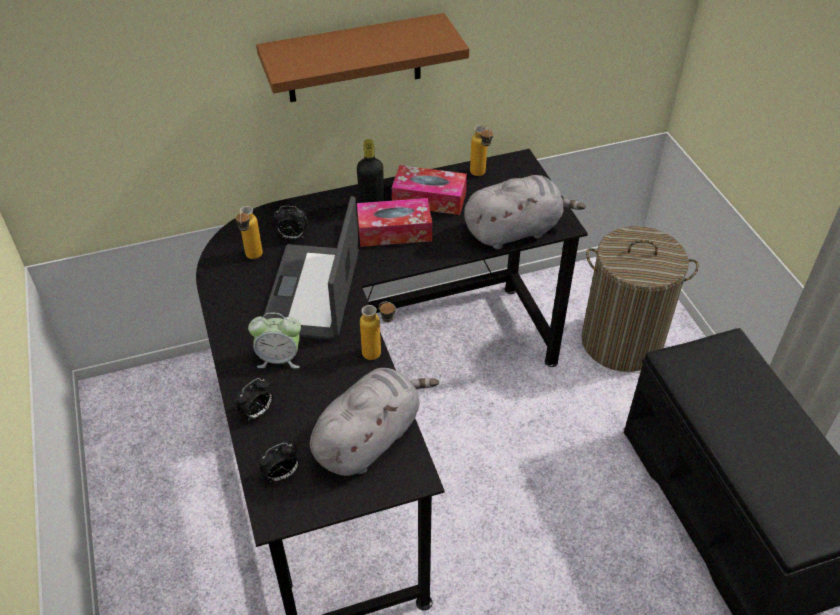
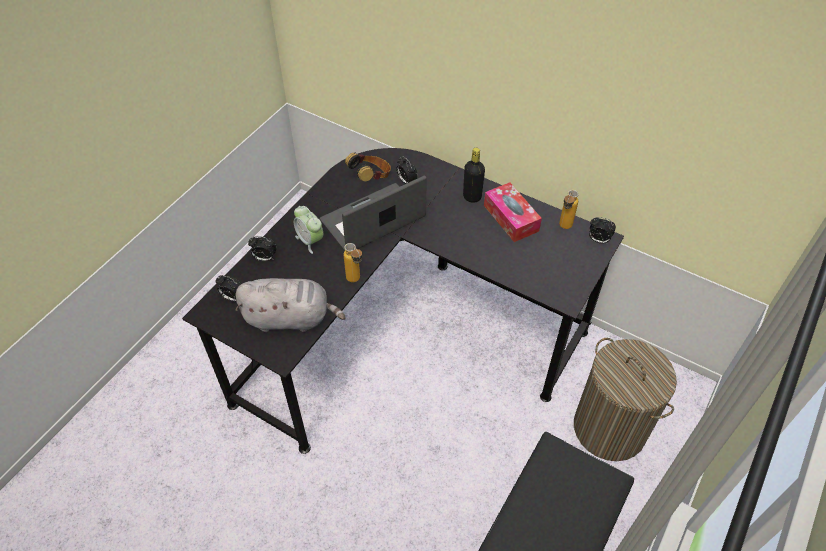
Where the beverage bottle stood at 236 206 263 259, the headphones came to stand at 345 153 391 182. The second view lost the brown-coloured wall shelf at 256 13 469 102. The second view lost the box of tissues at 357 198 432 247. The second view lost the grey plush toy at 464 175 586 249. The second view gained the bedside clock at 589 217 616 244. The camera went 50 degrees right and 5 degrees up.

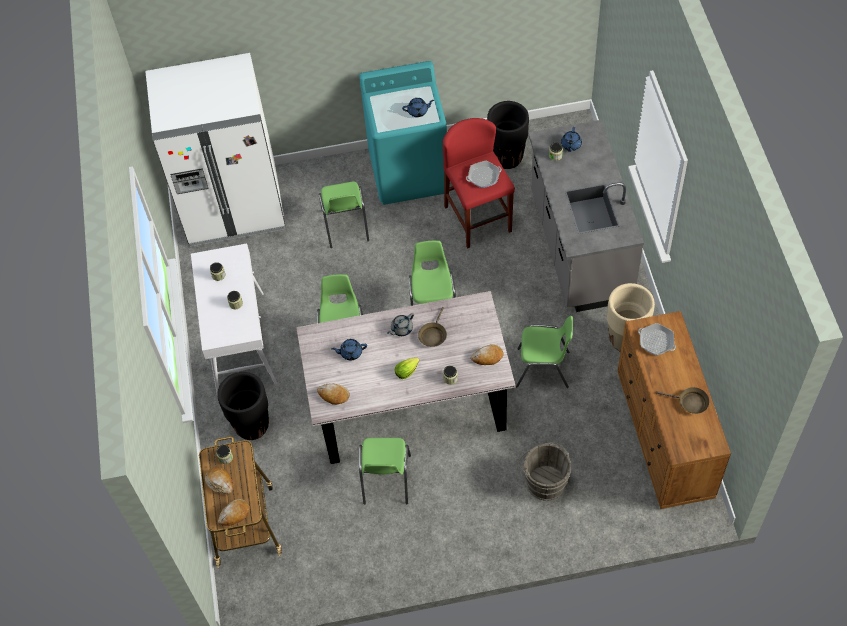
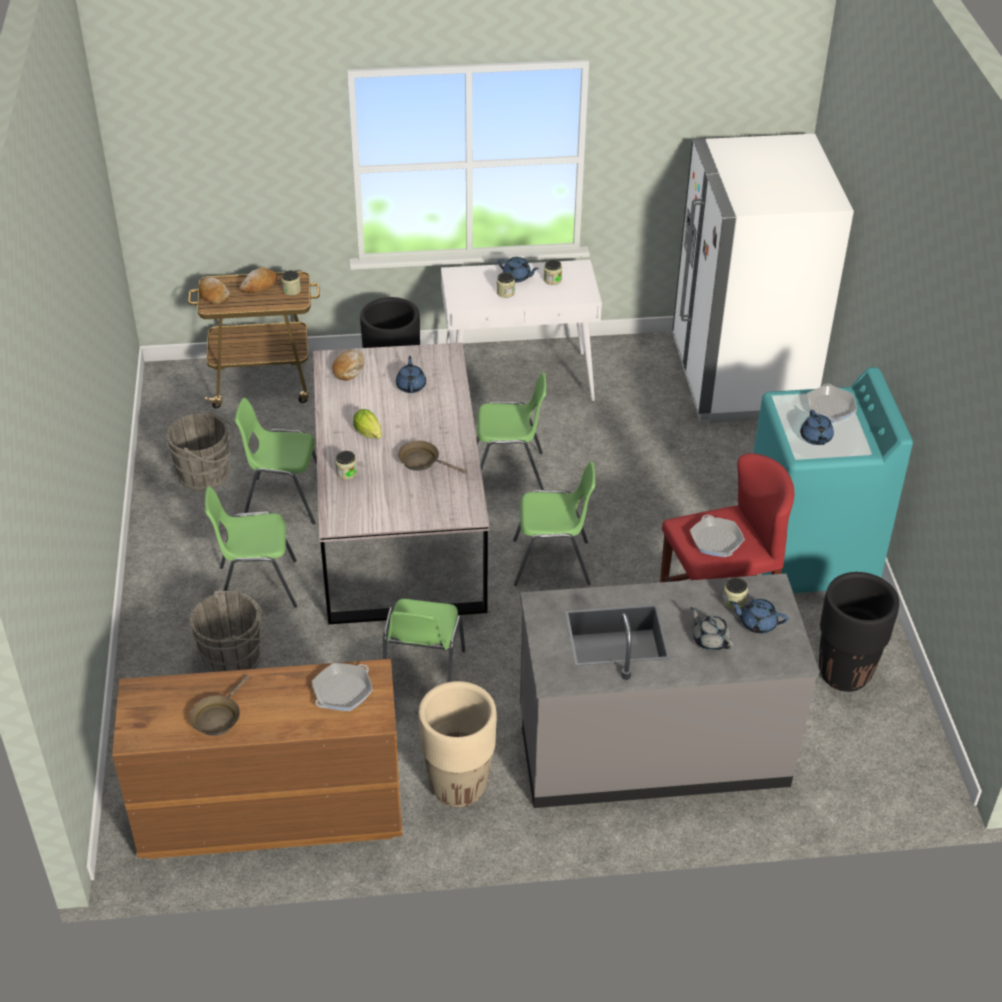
The green chair ended up elsewhere, having gone from 319 181 369 248 to 205 486 297 608. The grey teapot ended up elsewhere, having gone from 387 313 414 336 to 691 607 734 651. The second view lost the bread at 470 344 504 365. The second view gained the grey bucket at 166 411 236 491. The second view gained the bluish teapot at 498 257 539 282. The second view gained the pan at 807 384 857 423. The camera went 90 degrees right and 15 degrees down.

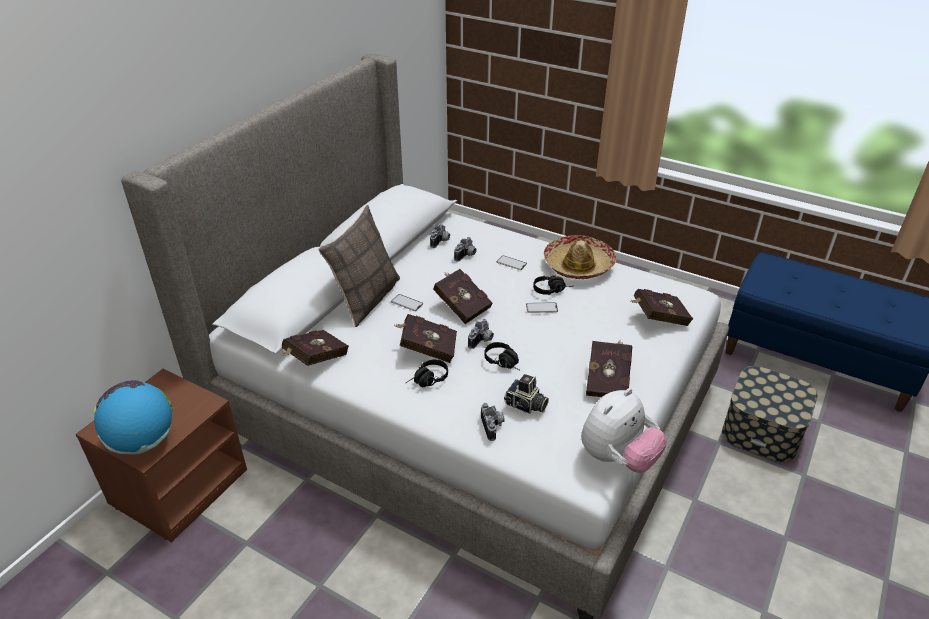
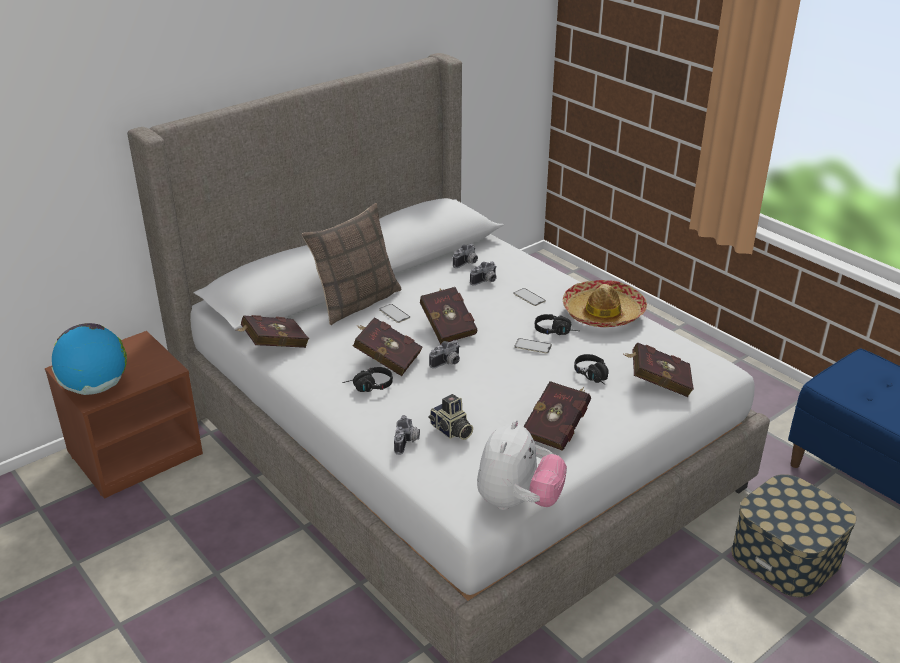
The black-coloured headphones ended up elsewhere, having gone from 484 342 519 370 to 574 354 609 385. The plush toy at 581 388 667 473 ended up facing another way, 45 degrees counterclockwise from before. The camera went 20 degrees right and 5 degrees down.

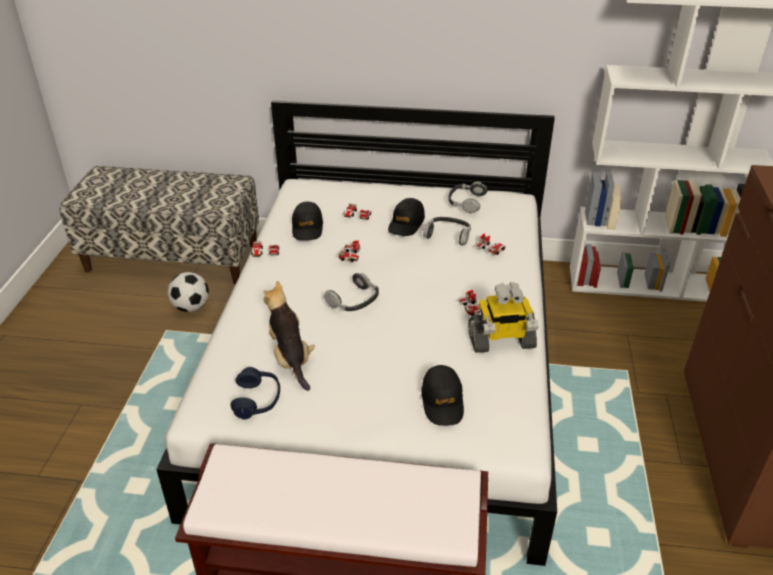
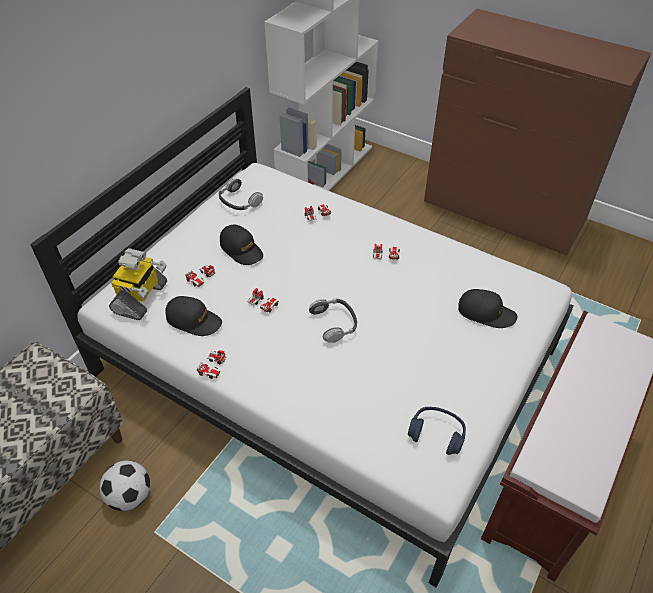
The second view lost the plush toy at 263 281 315 391. The second view lost the headphones at 423 217 471 245. The toy robot ended up elsewhere, having gone from 468 282 539 353 to 109 248 167 320. The camera went 65 degrees left and 10 degrees up.

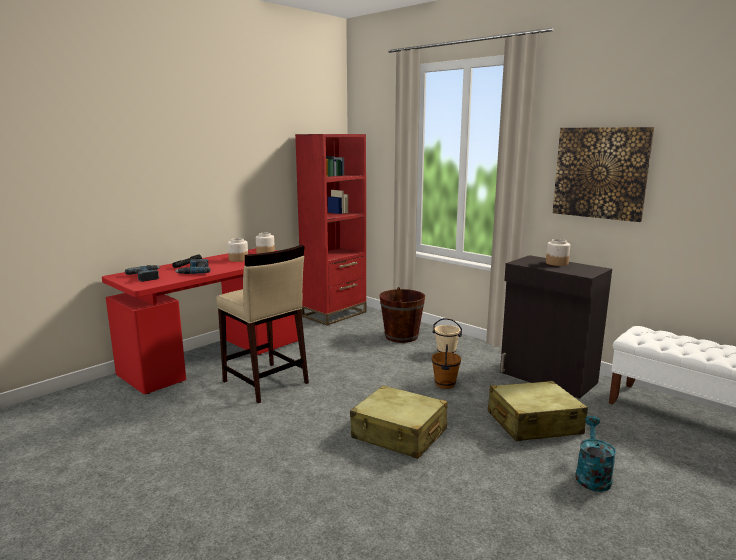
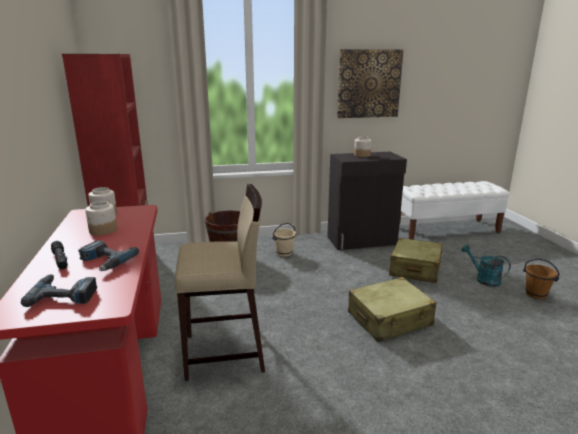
The brown-coloured bucket ended up elsewhere, having gone from 432 344 461 389 to 523 258 560 299. The camera went 55 degrees left and 5 degrees up.

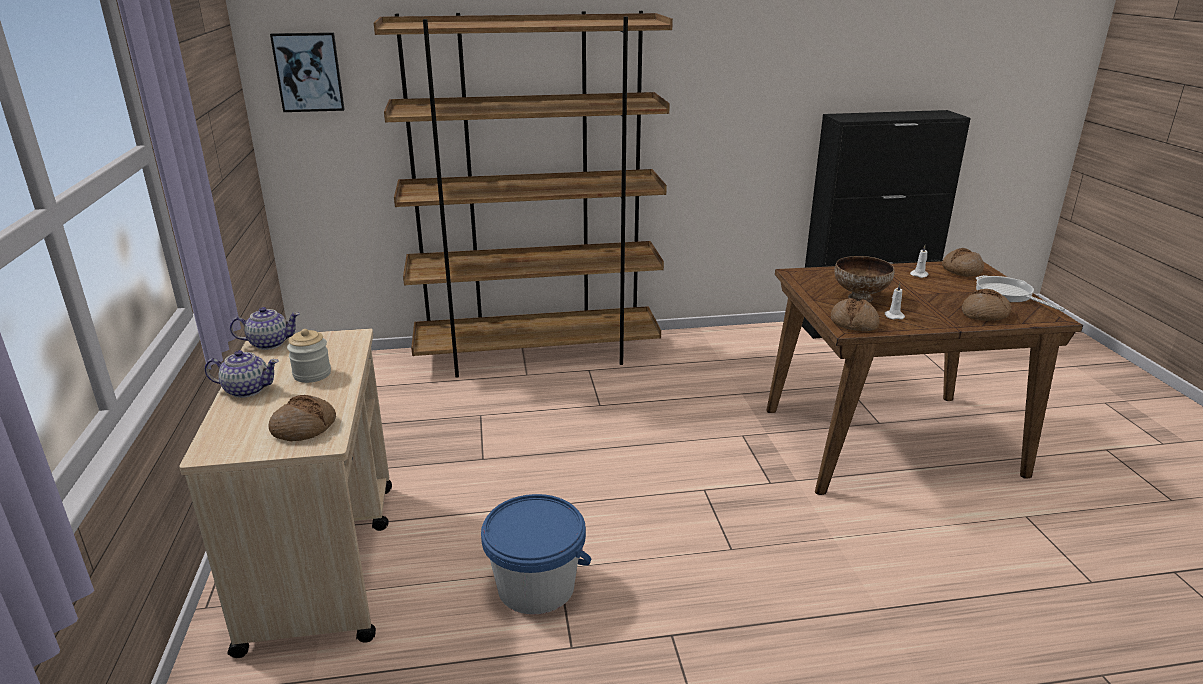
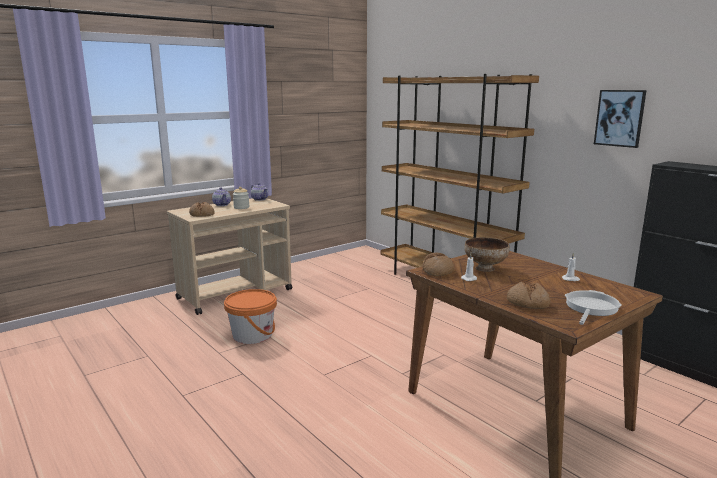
The picture ended up elsewhere, having gone from 270 32 345 112 to 594 90 647 148. What was the bluish bucket at 481 494 591 615 turned into the orange-coloured bucket at 224 289 277 344. The second view lost the bread at 942 248 984 277. The camera went 60 degrees right and 10 degrees down.

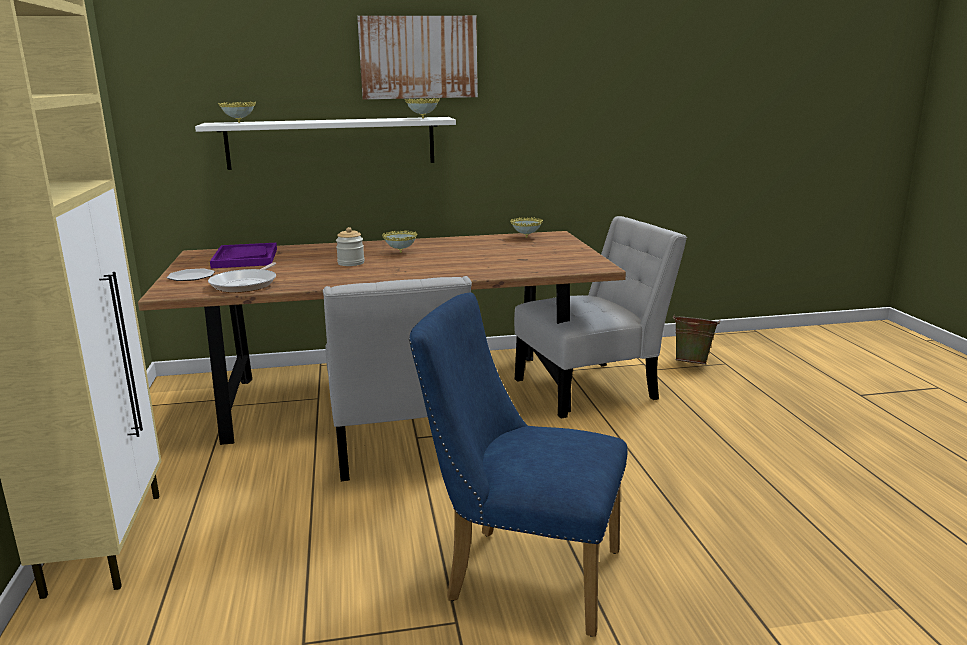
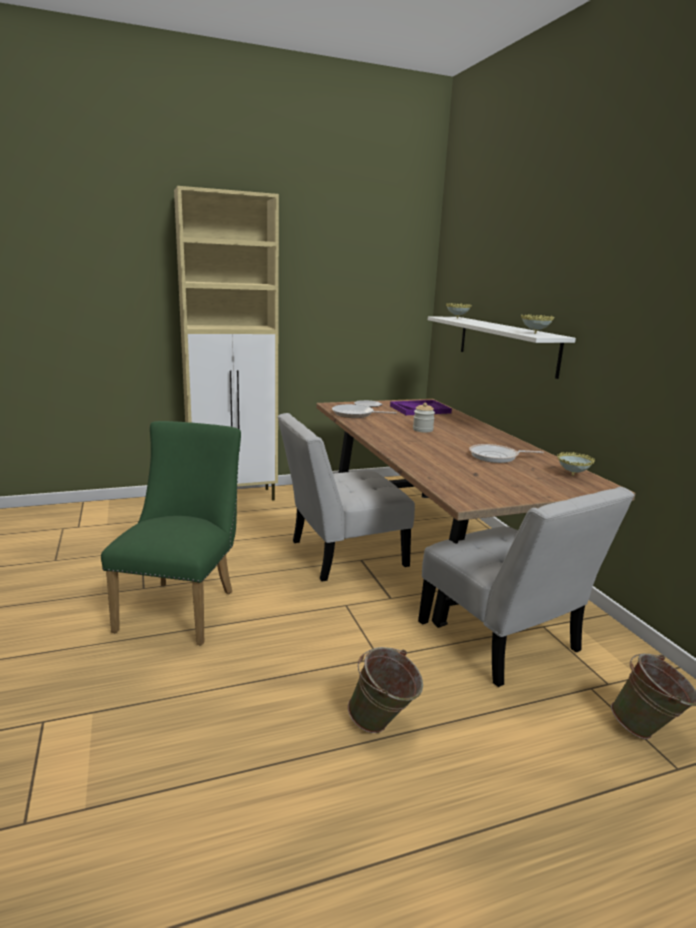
The second view lost the picture at 357 16 478 99. The second view lost the deep dish at 382 230 418 253. What was the bluish chair at 409 292 627 637 turned into the green chair at 101 421 241 646. The second view gained the green bucket at 348 647 423 733. The second view gained the pan at 469 444 544 463. The camera went 80 degrees right and 0 degrees up.

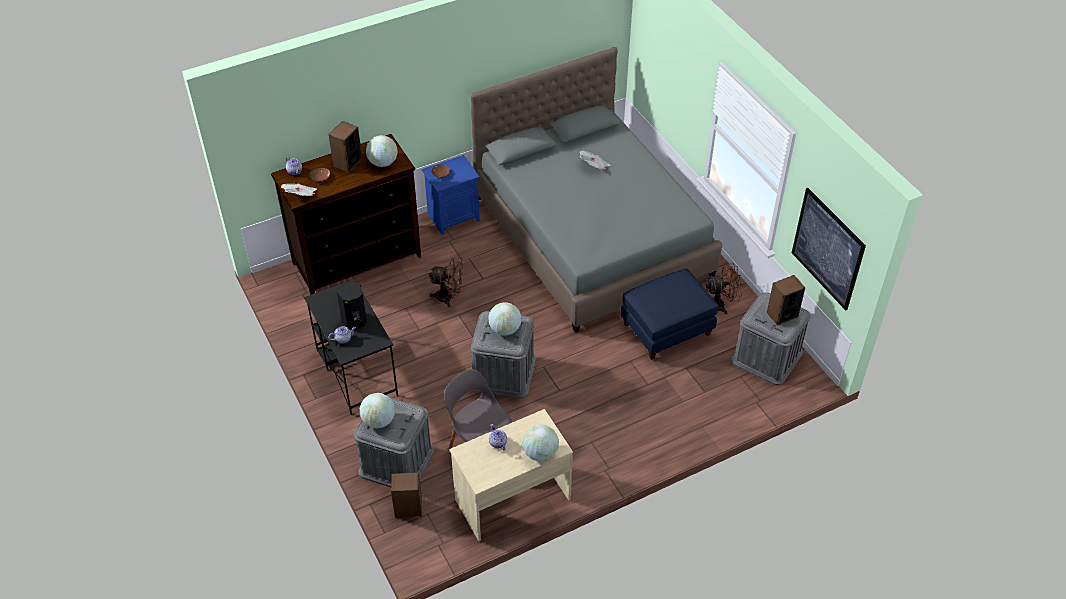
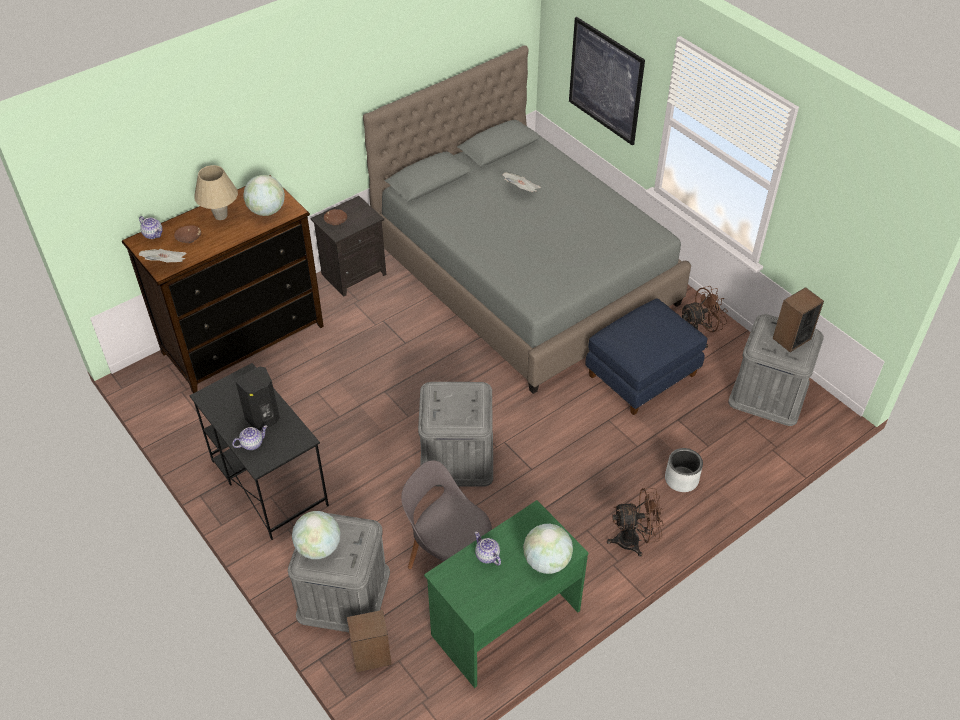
Where the audio speaker stood at 328 121 362 173, the beige tabletop lamp came to stand at 194 165 238 220. What was the bluish bedside table at 422 155 480 235 turned into the black-coloured bedside table at 310 196 386 297. The brown-coloured fan ended up elsewhere, having gone from 429 258 463 307 to 607 488 664 557. What was the beige desk unit at 449 409 573 541 turned into the green desk unit at 424 500 589 688. The second view lost the world globe at 488 302 521 335. The picture ended up elsewhere, having gone from 792 188 866 310 to 569 17 645 146. The second view gained the grey planter at 665 448 703 492. The camera went 10 degrees left and 0 degrees up.

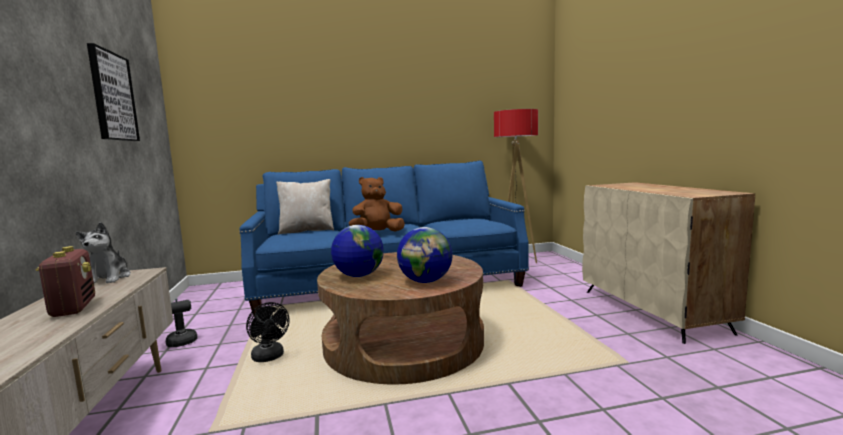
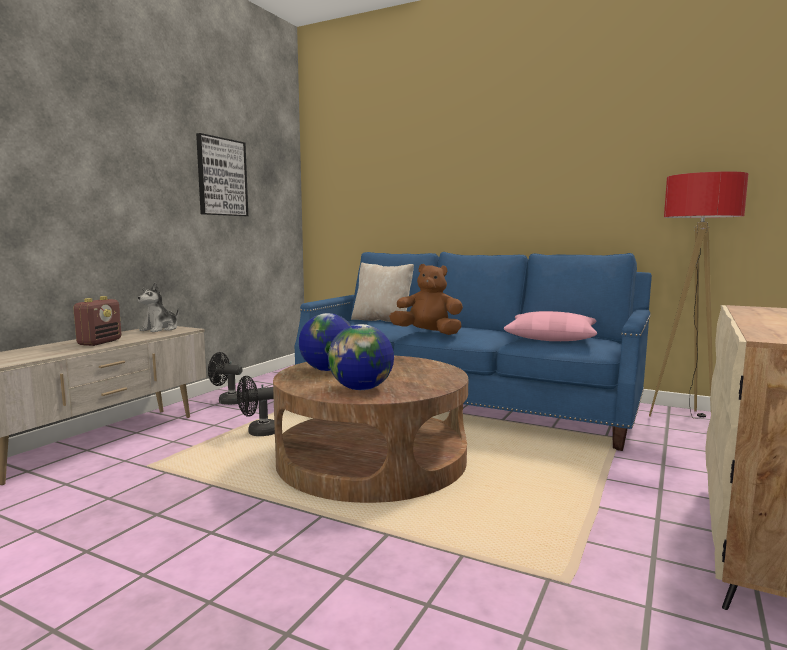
The black-coloured fan at 246 302 290 362 ended up facing another way, 60 degrees clockwise from before. The second view gained the pink-coloured pillow at 504 311 597 341. The camera went 40 degrees right and 0 degrees up.

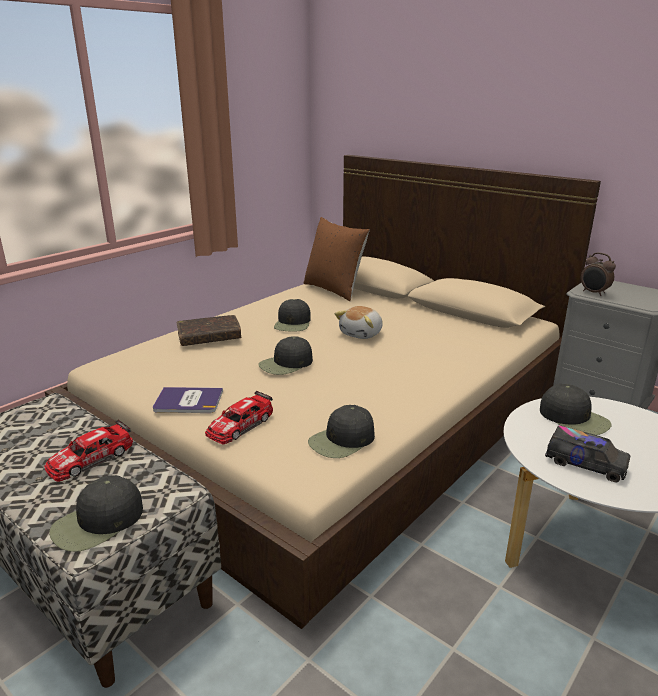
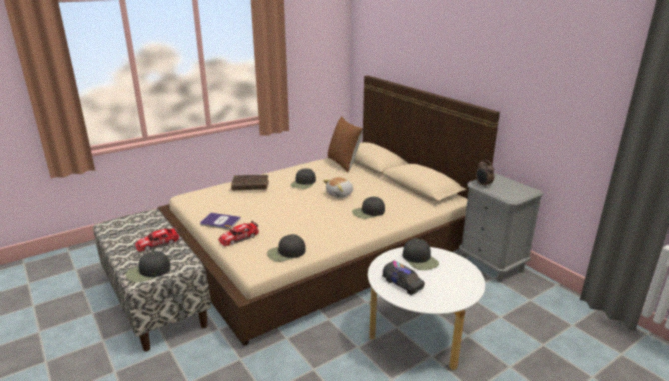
The black-coloured peaked cap ended up elsewhere, having gone from 259 336 313 375 to 352 197 385 219. The camera went 15 degrees right and 0 degrees up.

